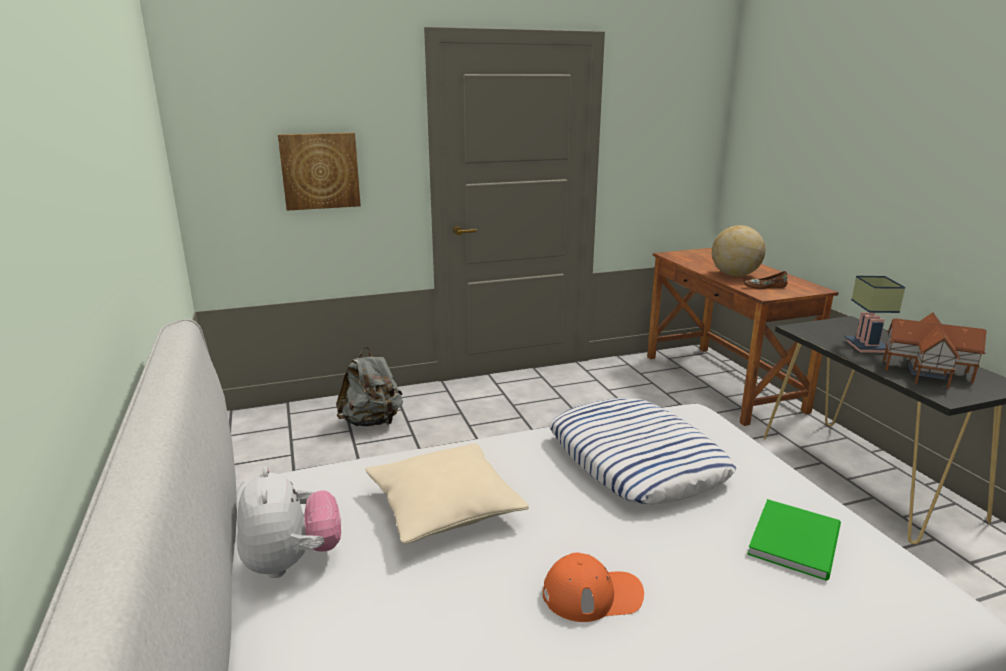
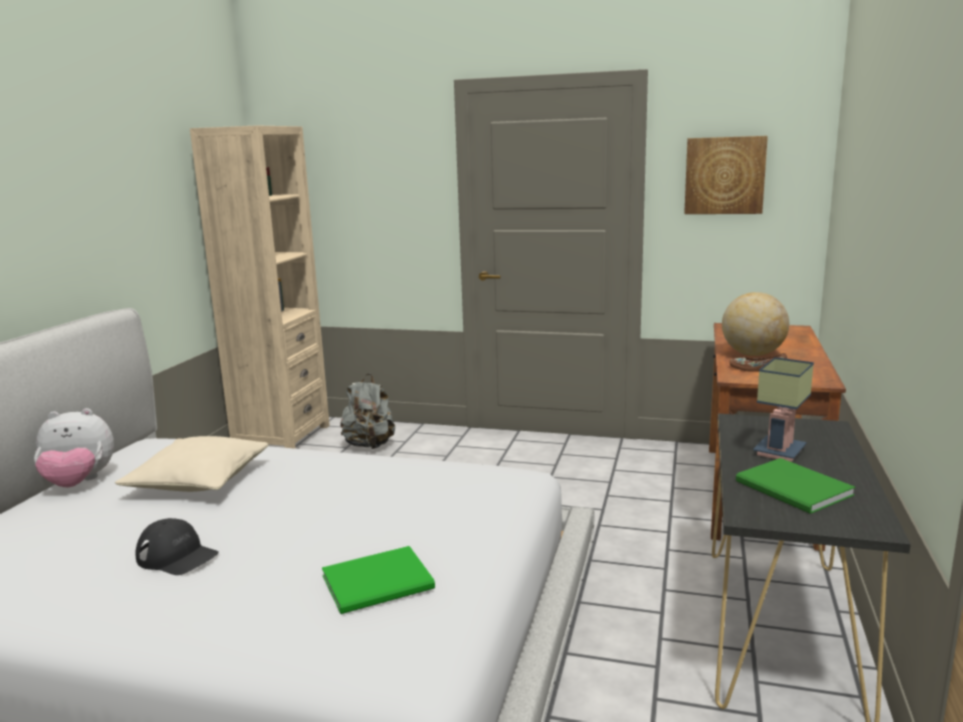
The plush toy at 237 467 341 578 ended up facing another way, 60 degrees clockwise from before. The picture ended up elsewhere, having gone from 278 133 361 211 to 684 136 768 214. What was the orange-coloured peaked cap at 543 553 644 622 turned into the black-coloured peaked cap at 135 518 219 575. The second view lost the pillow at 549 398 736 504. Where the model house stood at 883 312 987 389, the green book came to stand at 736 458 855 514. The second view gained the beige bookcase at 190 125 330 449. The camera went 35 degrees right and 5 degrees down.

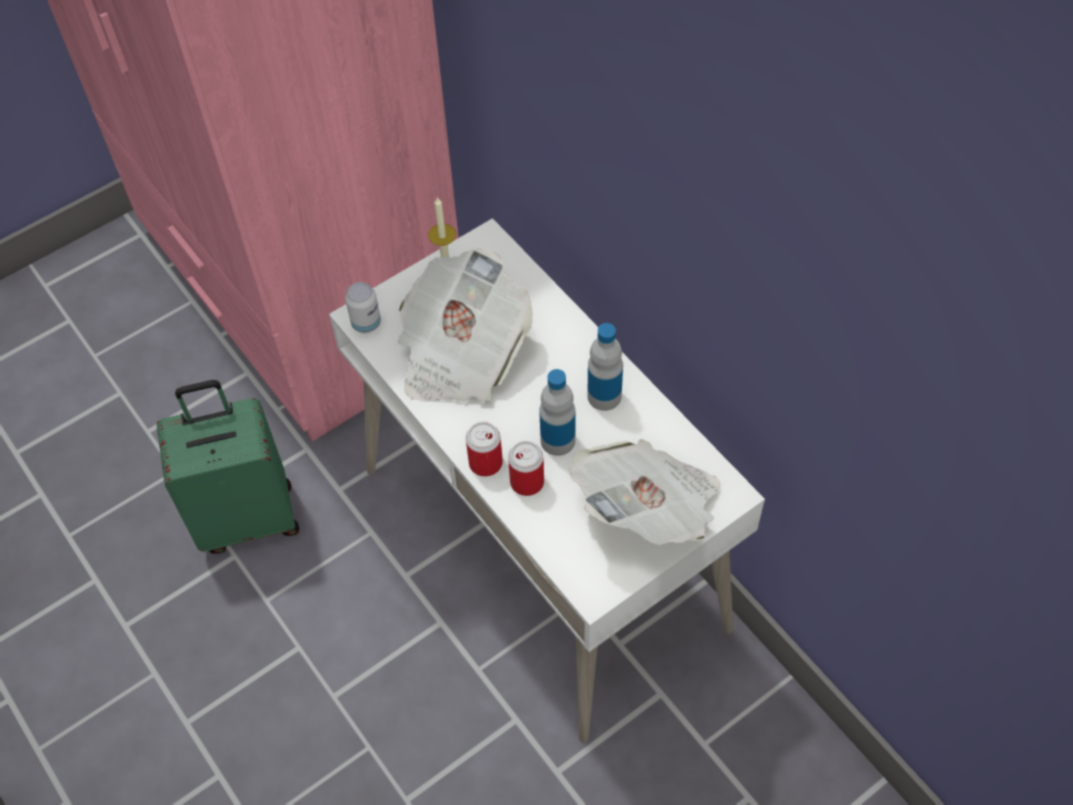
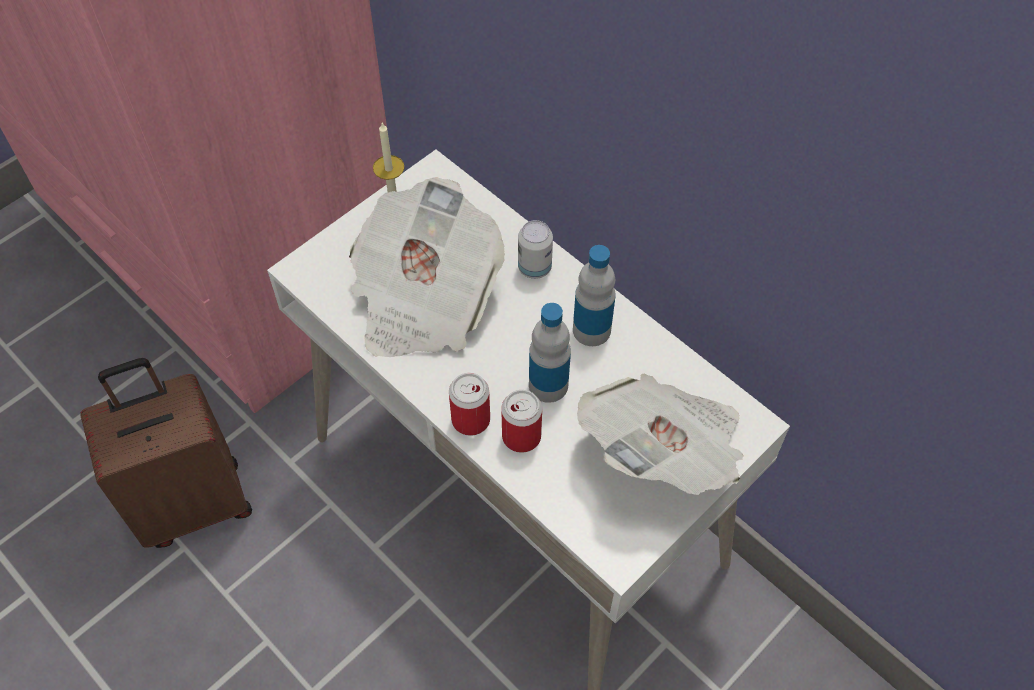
What was the green travel case at 157 380 299 554 turned into the brown-coloured travel case at 80 358 252 548. The can ended up elsewhere, having gone from 345 282 381 333 to 518 220 553 279. The camera went 10 degrees left and 0 degrees up.

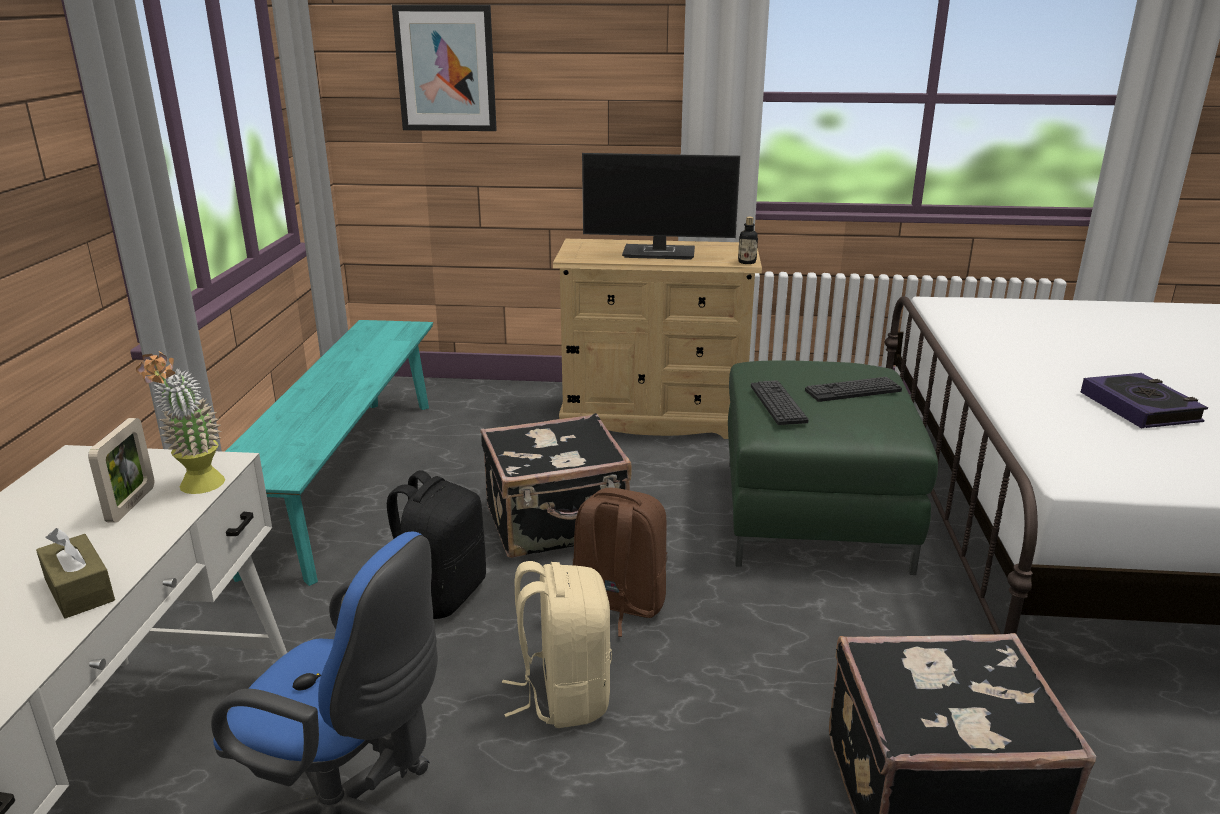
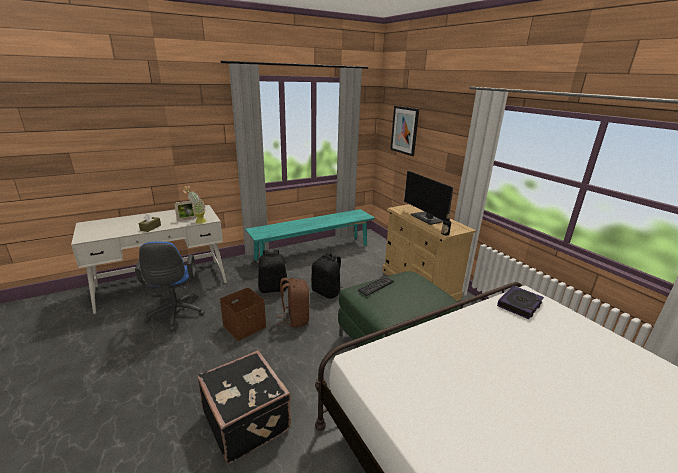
Where the black-coloured travel case stood at 480 413 632 558, the black-coloured backpack came to stand at 311 252 341 299. Where the beige backpack stood at 502 561 612 728, the brown-coloured storage bin came to stand at 220 287 266 341. The second view lost the keyboard at 805 377 902 402. The book ended up elsewhere, having gone from 1081 373 1208 428 to 497 286 544 319. The camera went 55 degrees right and 0 degrees up.

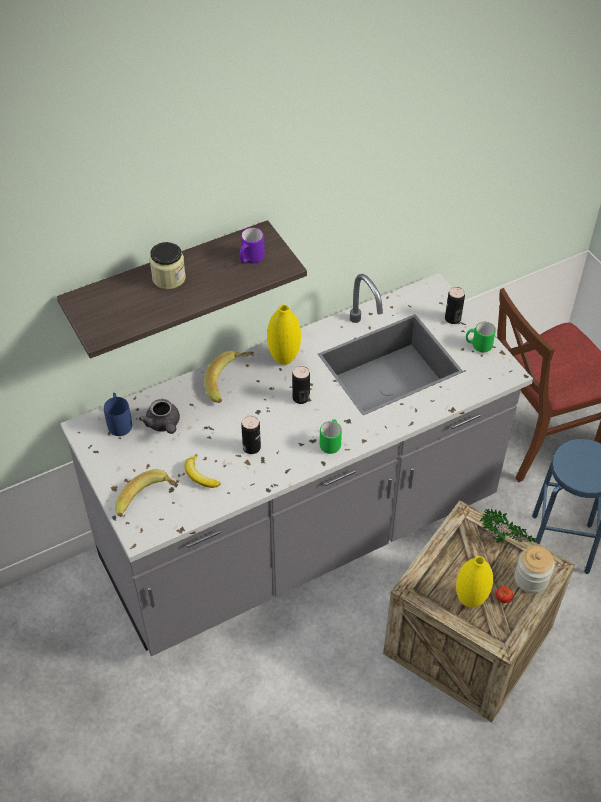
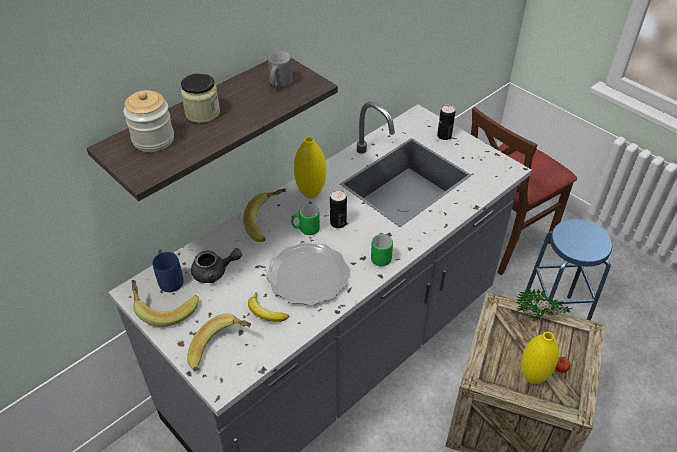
The grey teapot at 139 399 180 434 ended up facing another way, 60 degrees counterclockwise from before. What was the purple tea mug at 239 228 265 263 turned into the grey tea mug at 268 51 293 88. Where the can stood at 241 415 261 454, the plate came to stand at 266 242 349 306. The green tea mug ended up elsewhere, having gone from 466 322 496 352 to 291 204 320 235. The preserve jar ended up elsewhere, having gone from 514 546 555 593 to 124 90 174 152. The second view gained the banana fruit at 132 280 199 326. The camera went 15 degrees left and 5 degrees down.

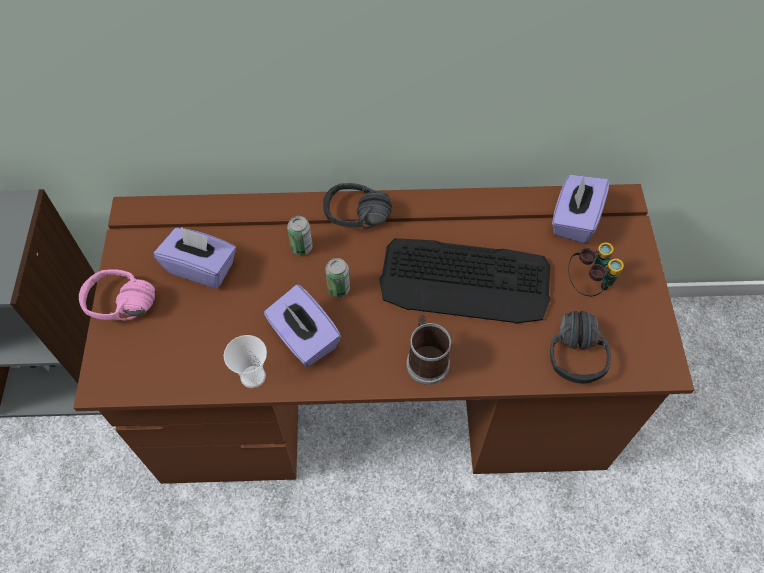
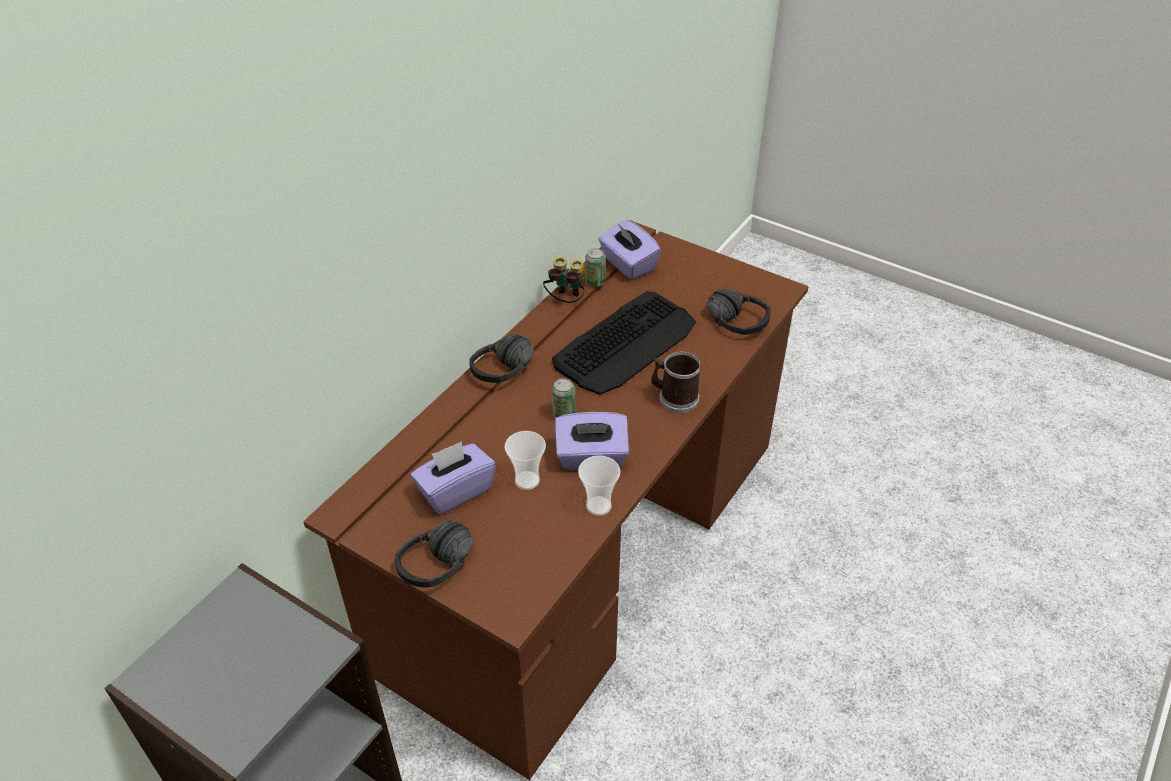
What was the pink-coloured headphones at 79 269 155 320 turned into the black-coloured headphones at 395 521 474 587. The can ended up elsewhere, having gone from 287 216 313 255 to 586 248 605 287. The field glasses ended up elsewhere, having gone from 568 242 624 296 to 543 257 584 303. The second view gained the drinking cup at 504 431 546 490. The camera went 55 degrees left and 15 degrees down.

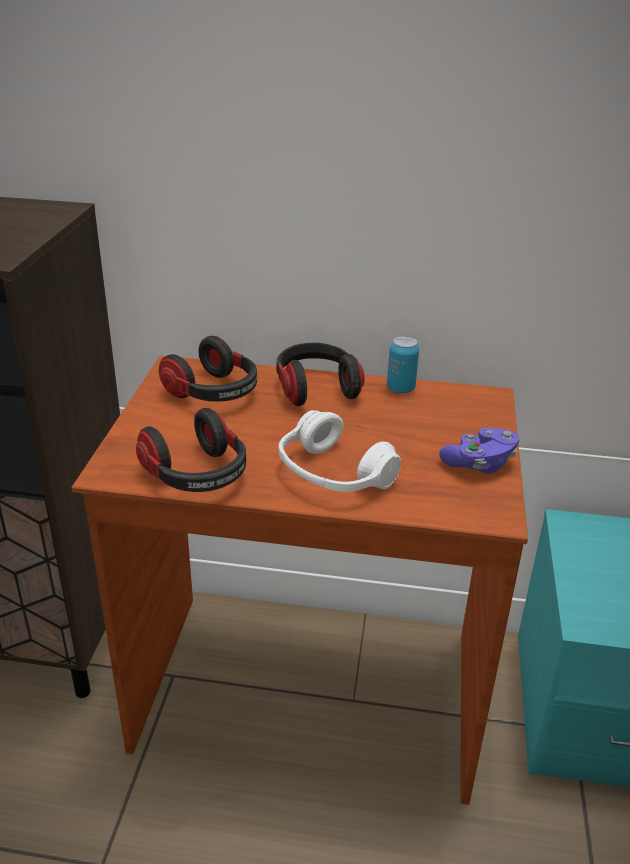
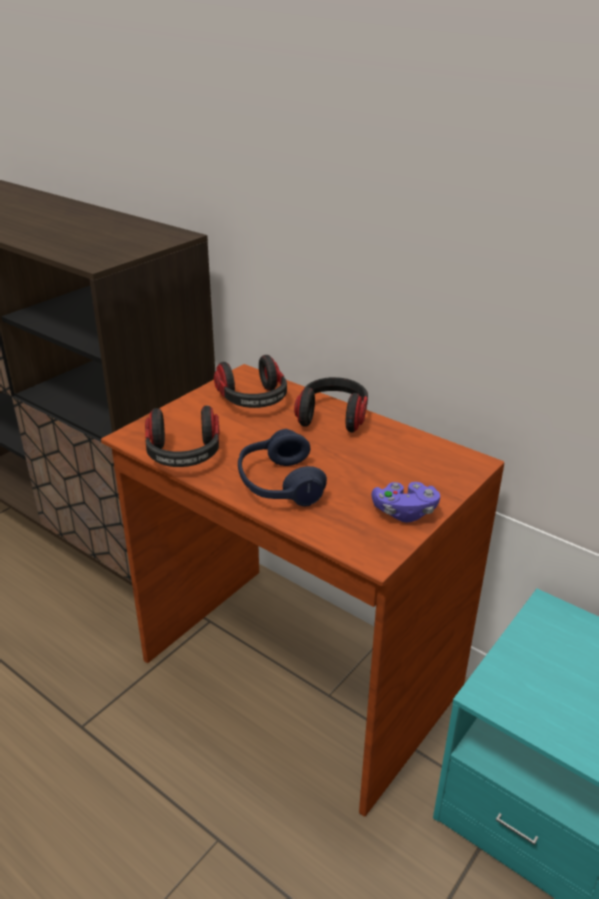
What was the white headphones at 278 410 401 492 turned into the bluish headphones at 238 429 327 506. The second view lost the can at 387 336 419 393. The camera went 30 degrees right and 0 degrees up.

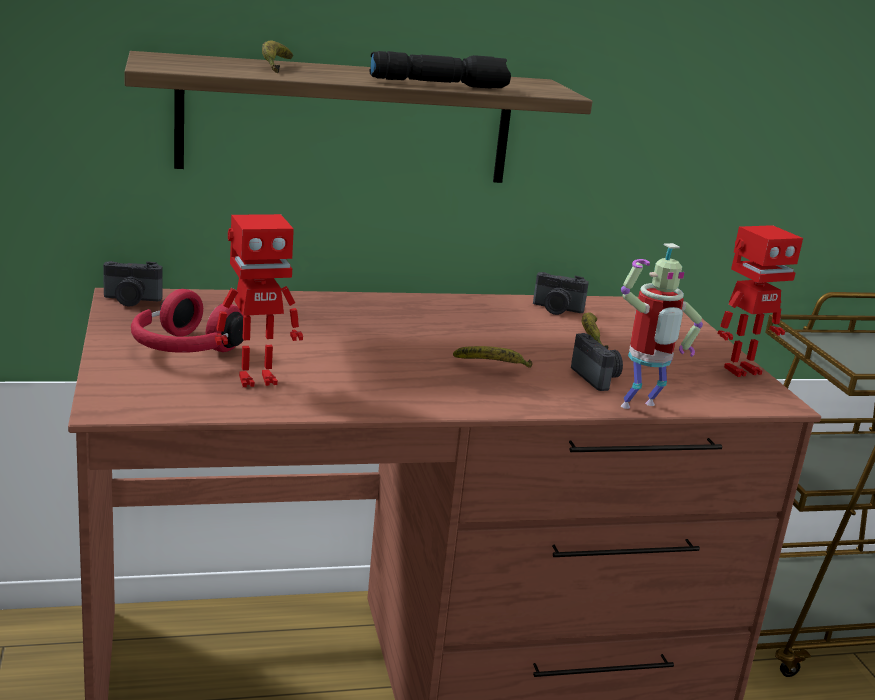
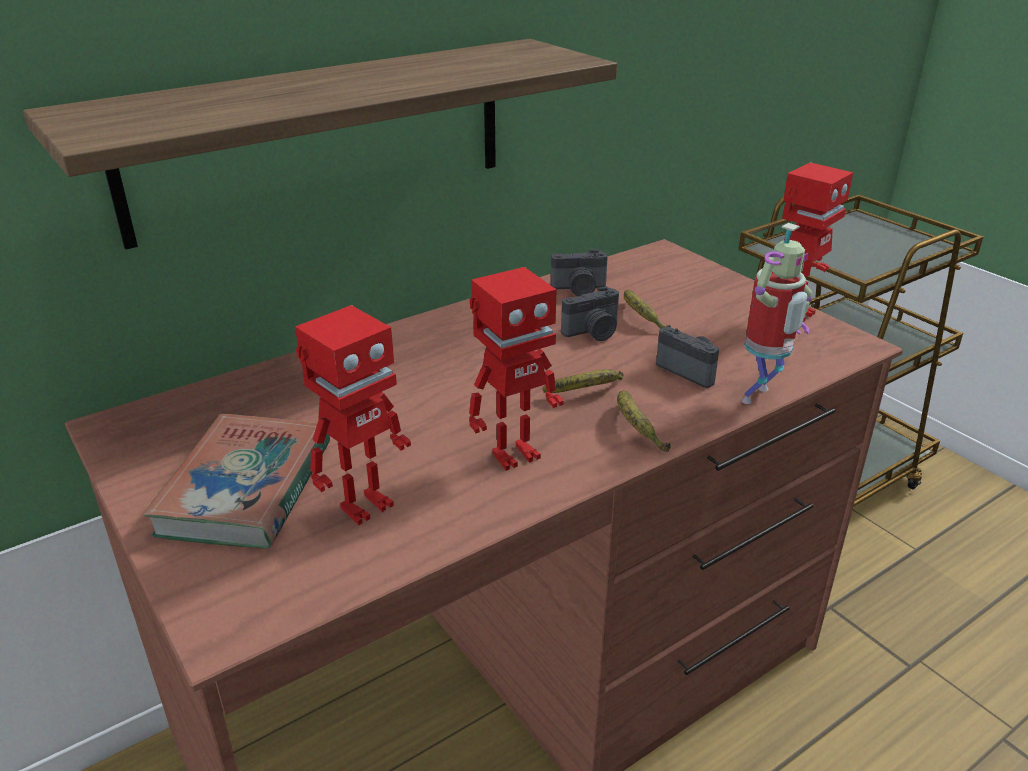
The photo camera ended up elsewhere, having gone from 103 261 163 307 to 561 286 619 341. Where the red headphones stood at 131 289 244 353, the book came to stand at 143 414 330 549. The banana fruit ended up elsewhere, having gone from 262 41 293 73 to 617 390 671 452. The second view lost the black-coloured flashlight at 369 51 511 89. The second view gained the toy robot at 469 267 563 471. The camera went 20 degrees left and 10 degrees up.

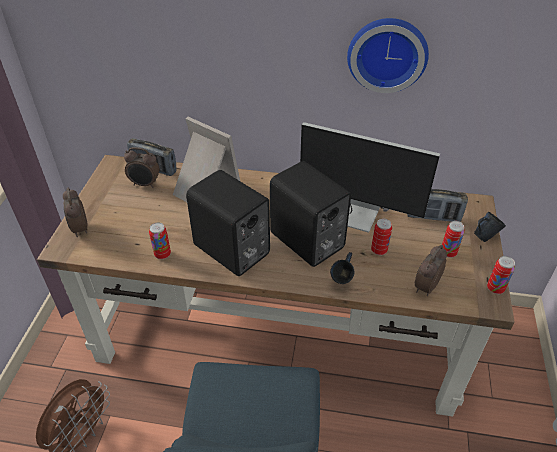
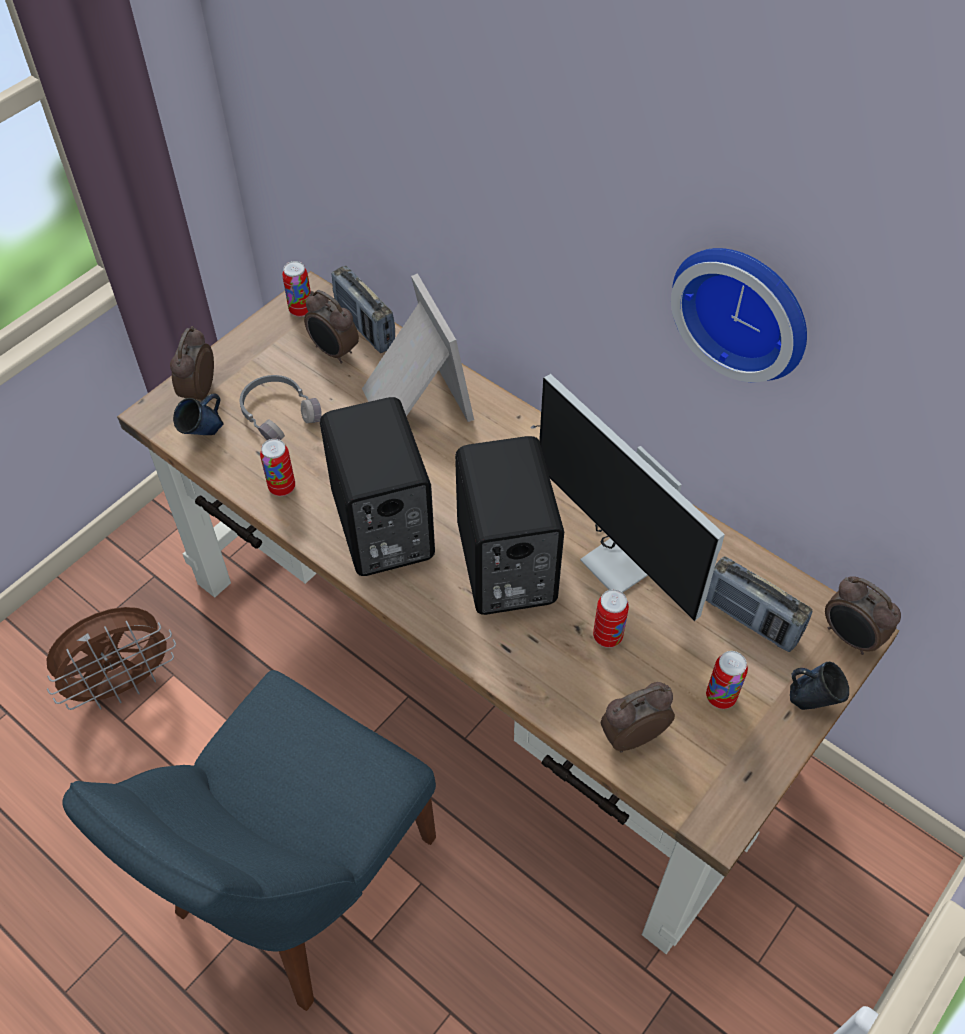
The bluish tea mug ended up elsewhere, having gone from 330 252 354 284 to 173 393 224 435. The can ended up elsewhere, having gone from 487 256 515 294 to 282 261 310 317. The second view gained the grey headphones at 240 375 322 440. The second view gained the bedside clock at 825 576 901 655. The camera went 30 degrees right and 10 degrees up.

